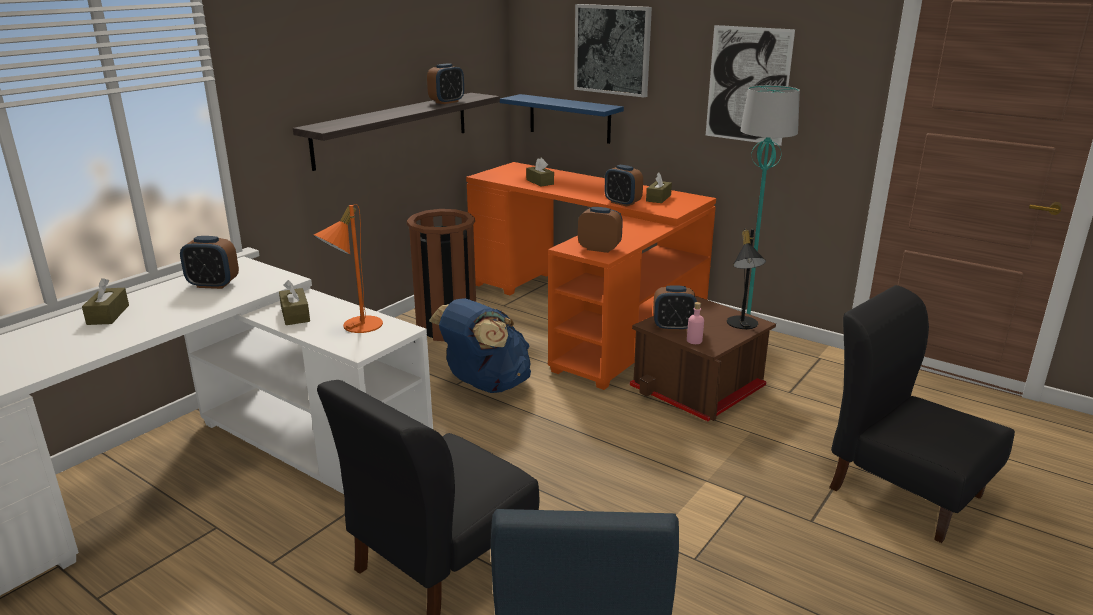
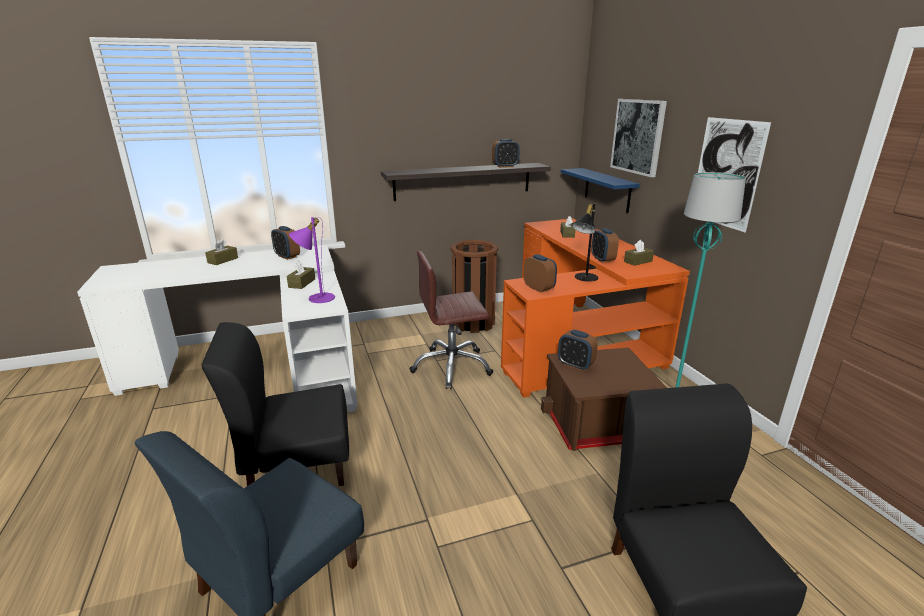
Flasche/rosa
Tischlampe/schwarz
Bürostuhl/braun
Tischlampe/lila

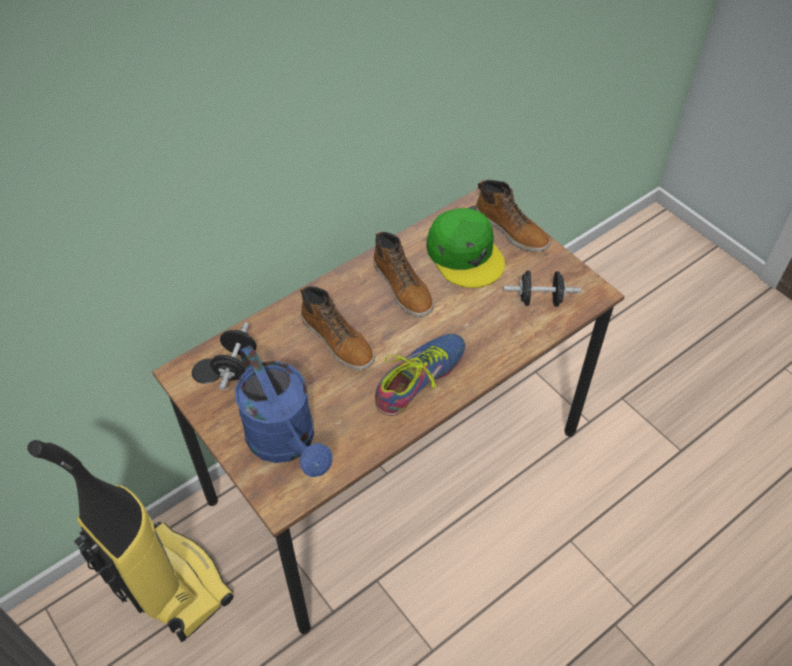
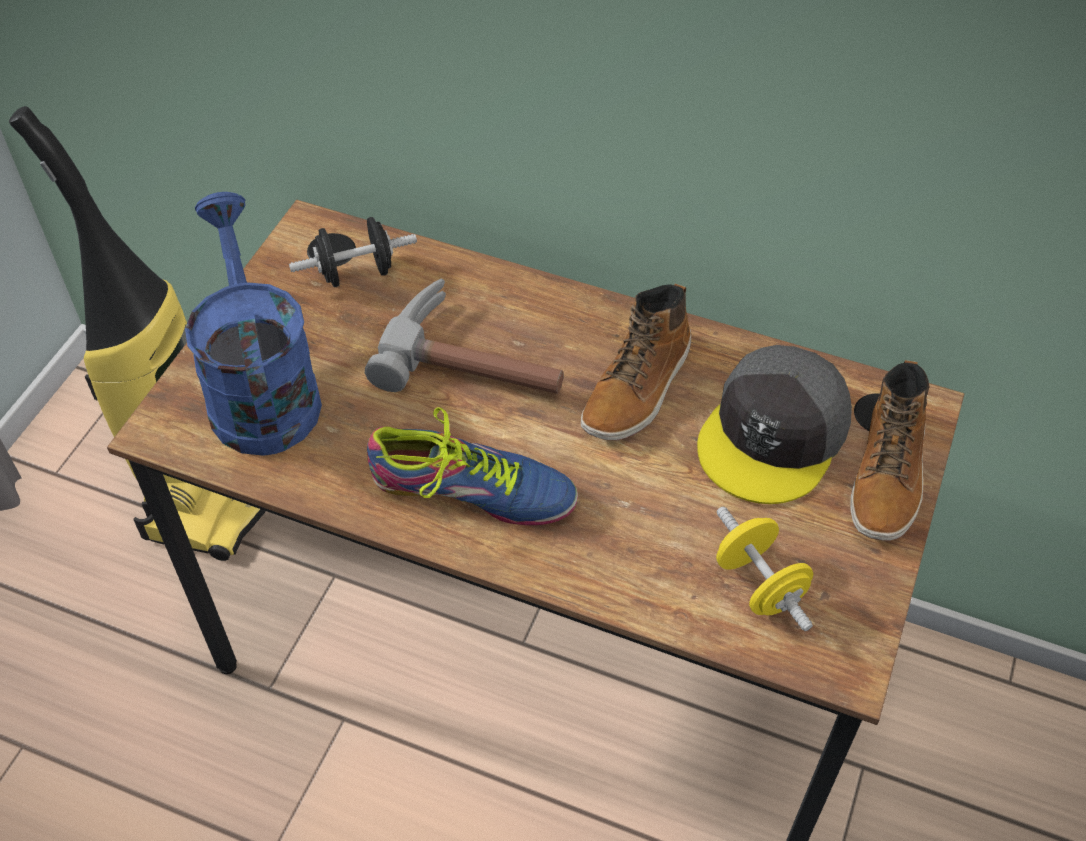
Hammer
Kappe/grau
Hantel/gelb
Gießkanne/blau

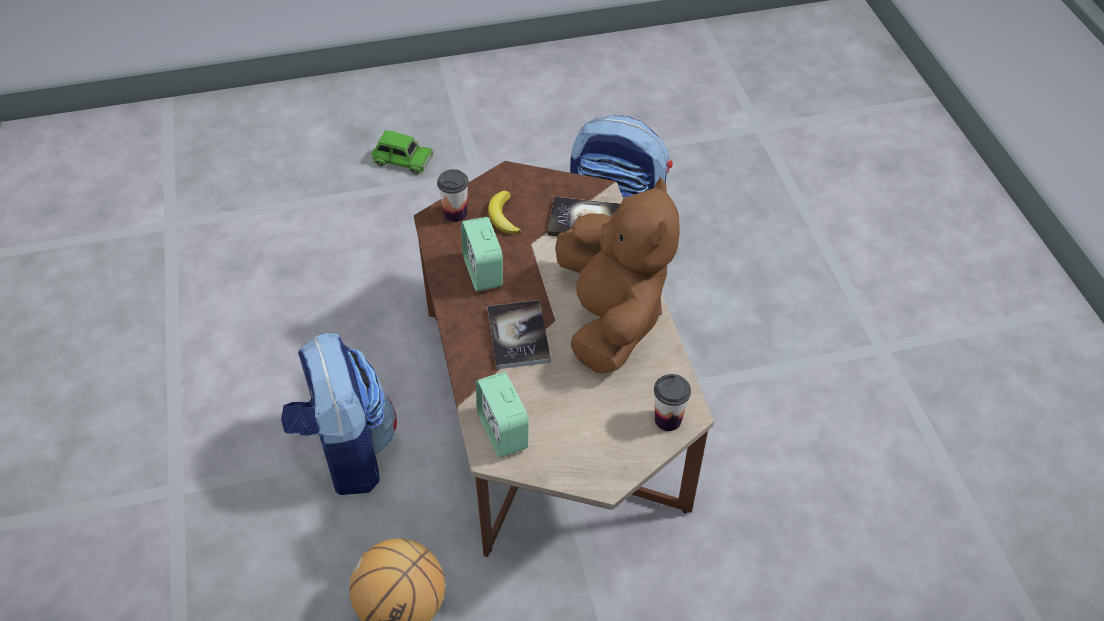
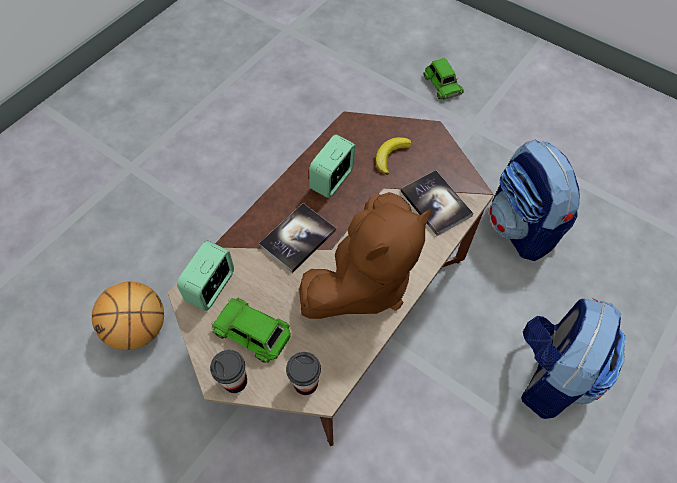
Spielzeugauto/grün (1st from left)
Rucksack (2nd from left)
Tasse (1st from left)

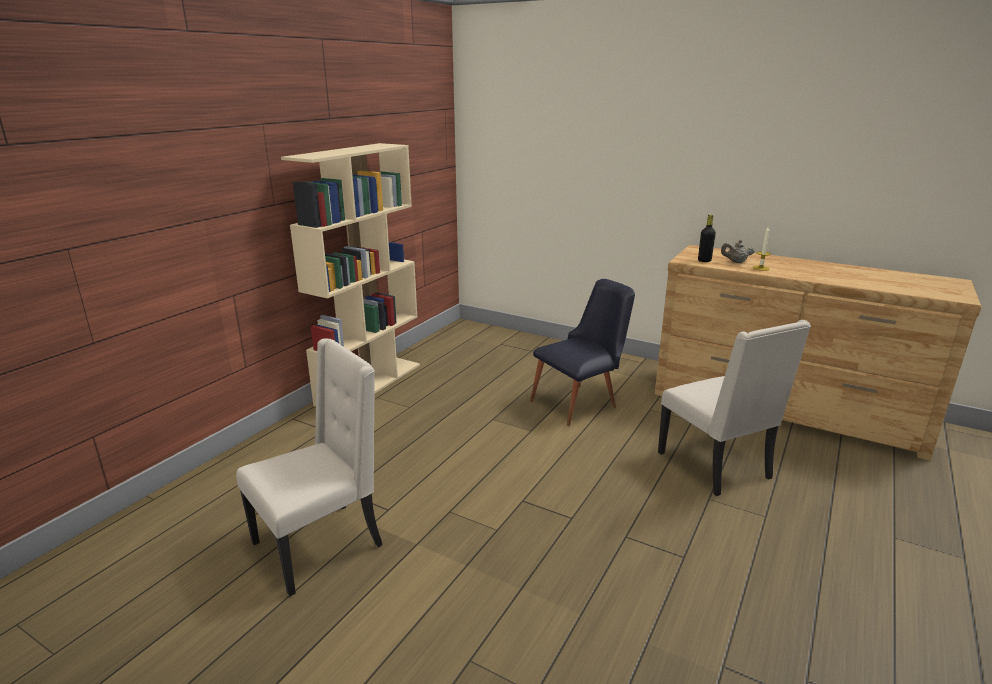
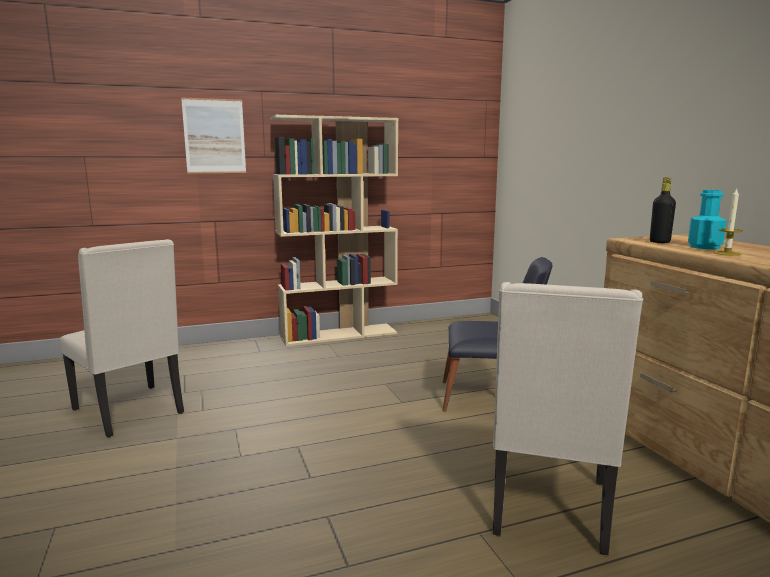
Bild
Flasche/türkis
Stuhl/beige (1st from left)

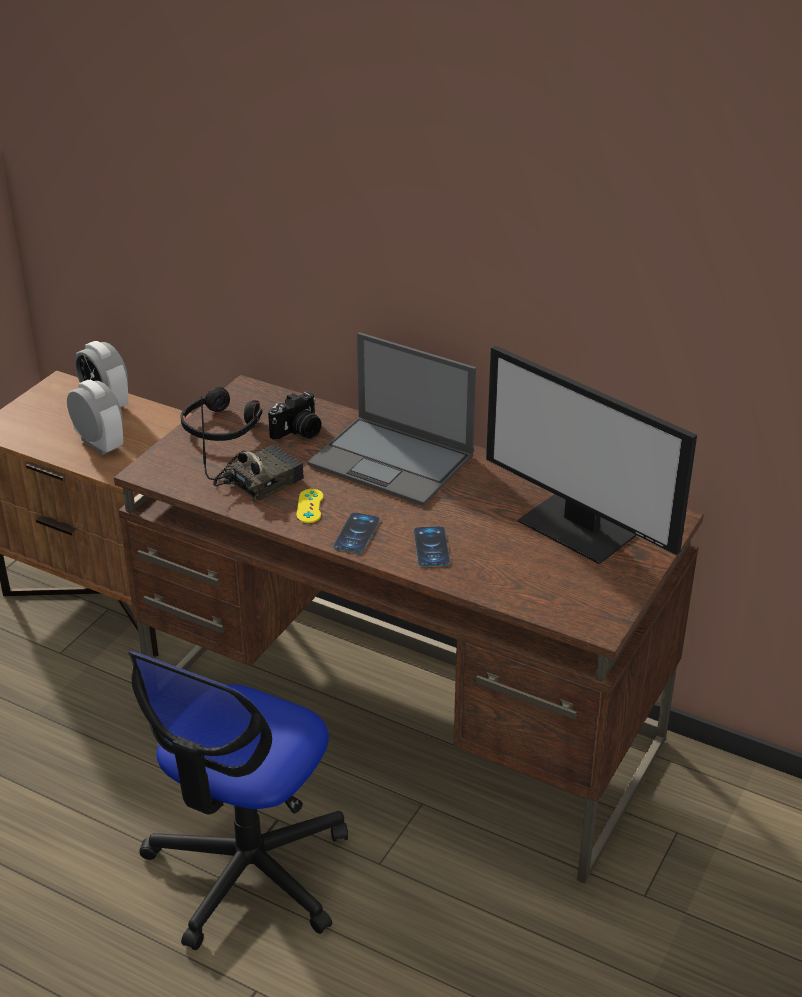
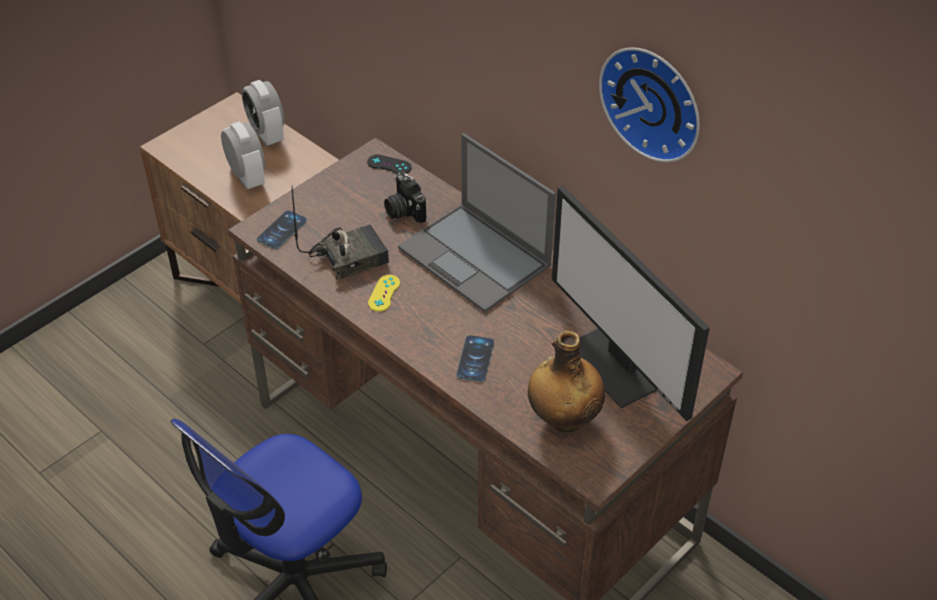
Kopfhörer/schwarz
Gamepad/schwarz
Flasche
Wanduhr
Handy (1st from left)
Kamera

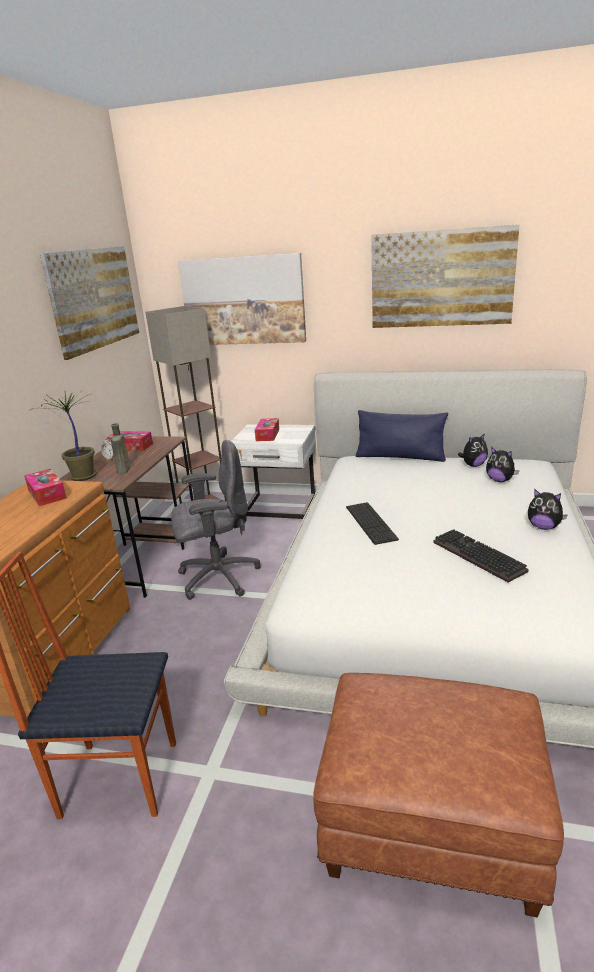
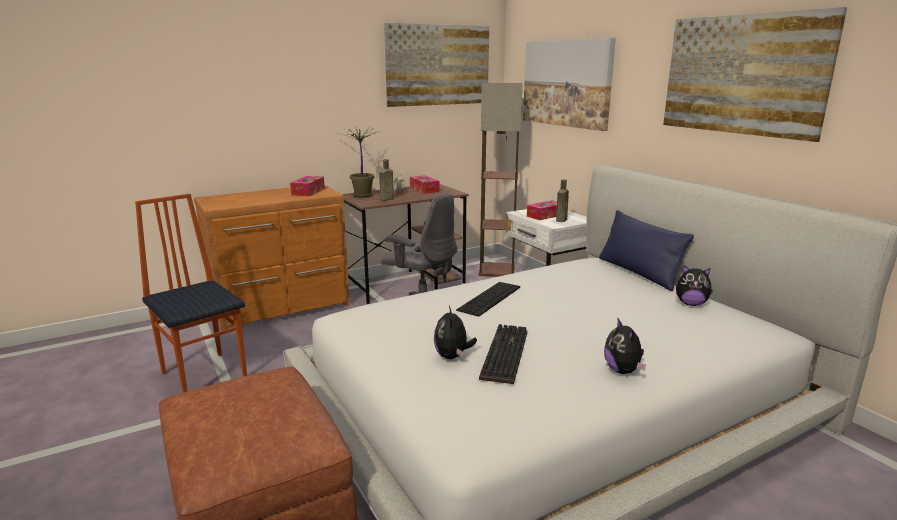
Flasche/braun (2nd from left)
Plüschtier (1st from left)

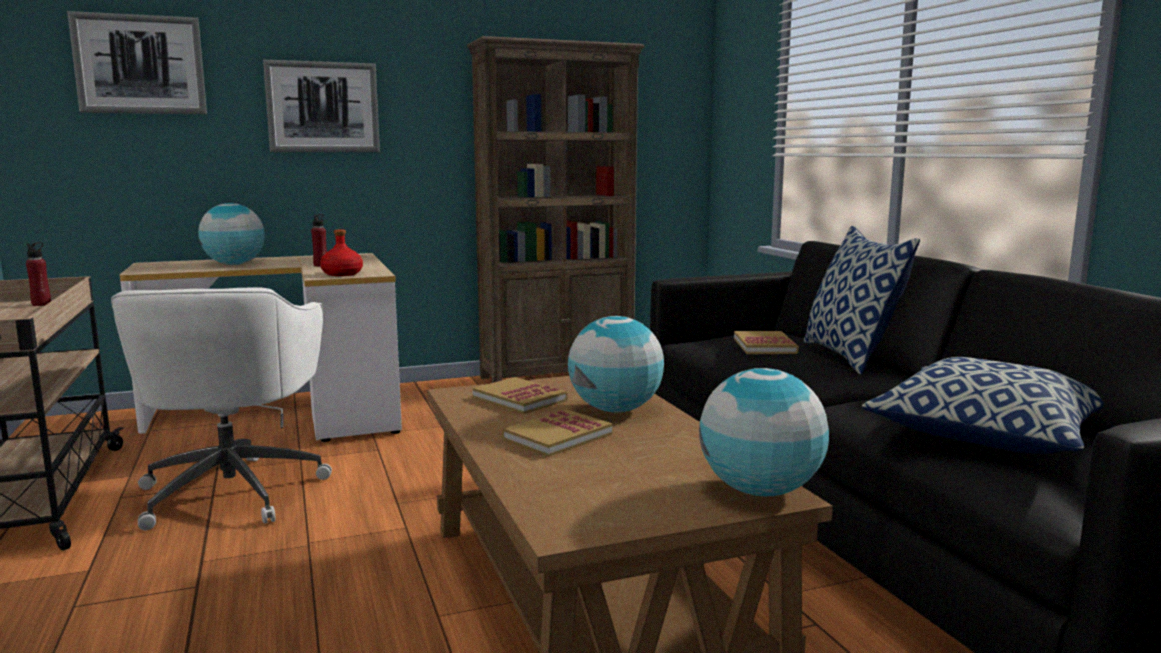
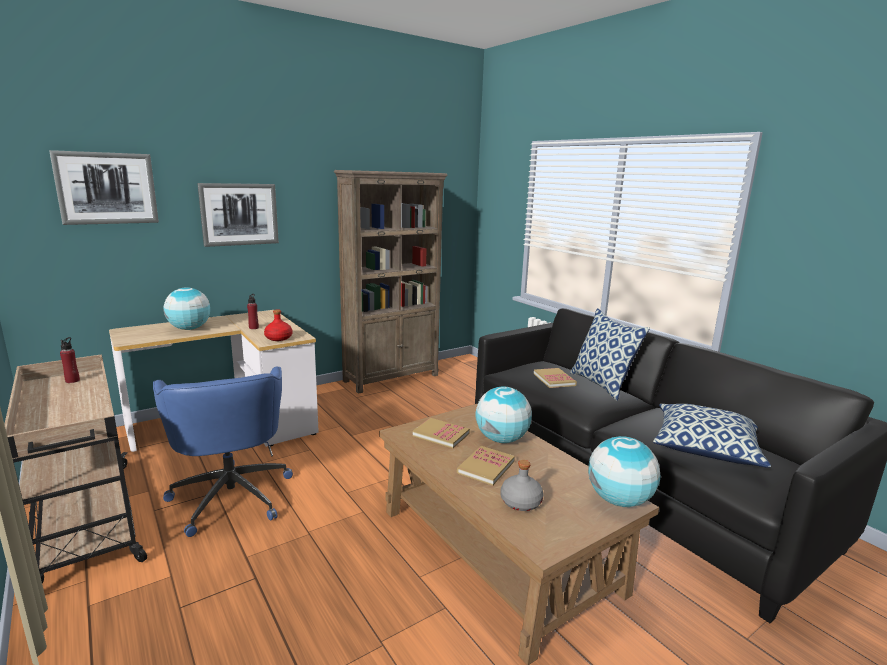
Flasche/grau
Bürostuhl/blau

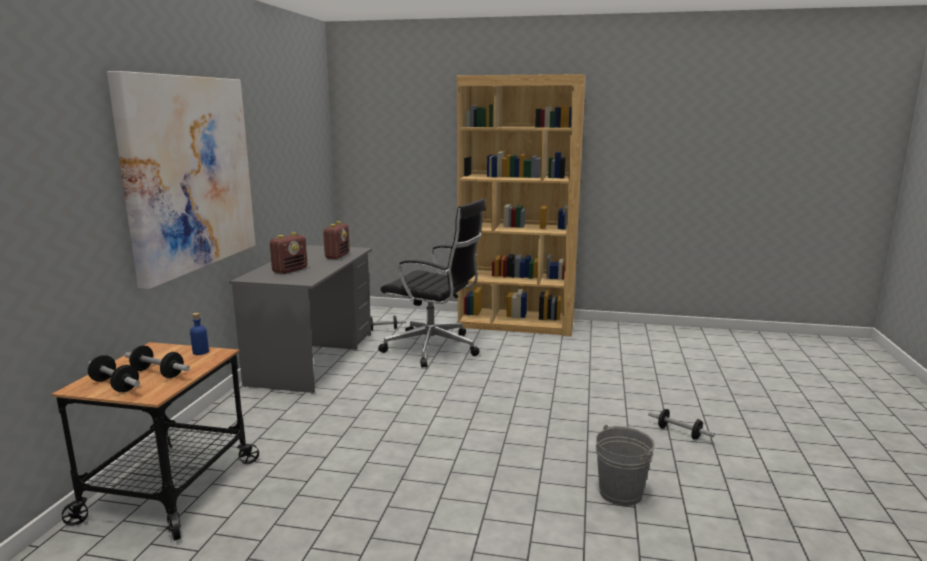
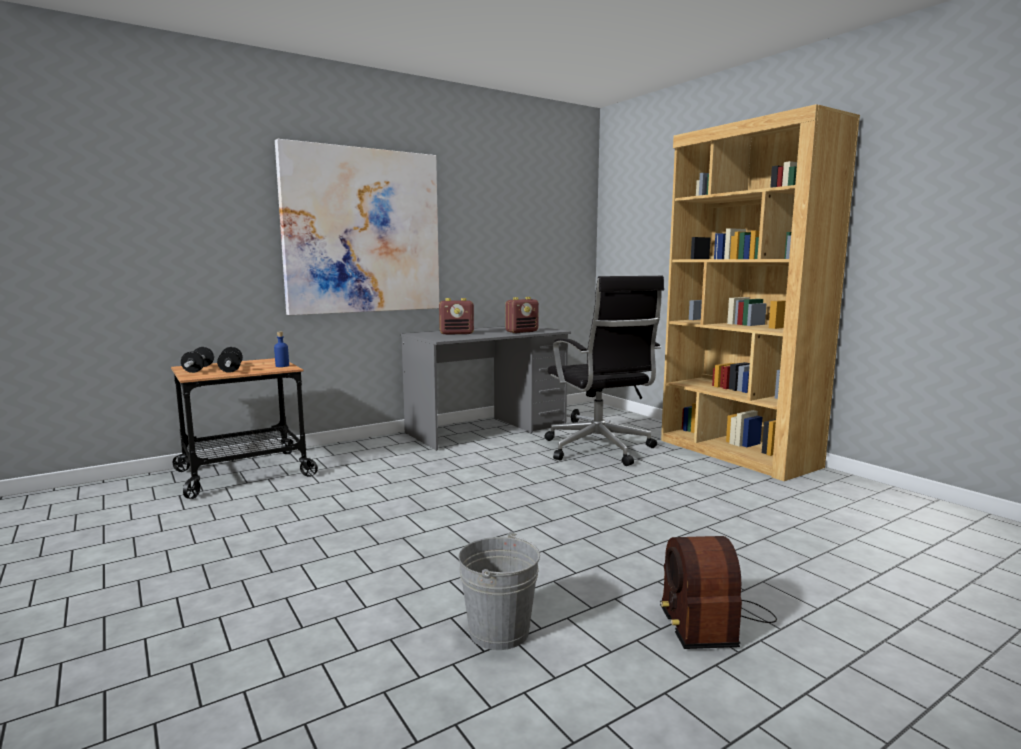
Radio (3rd from left)

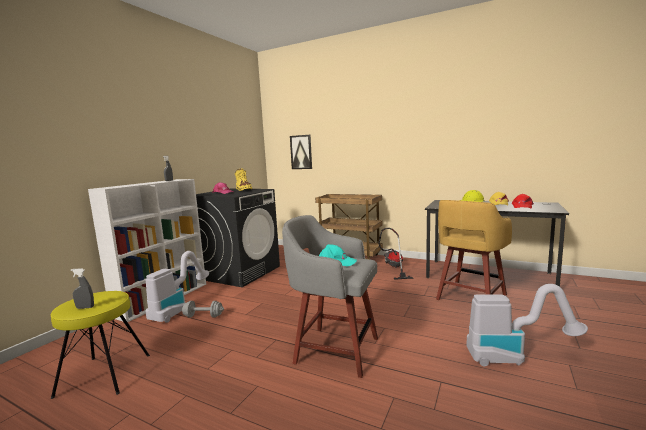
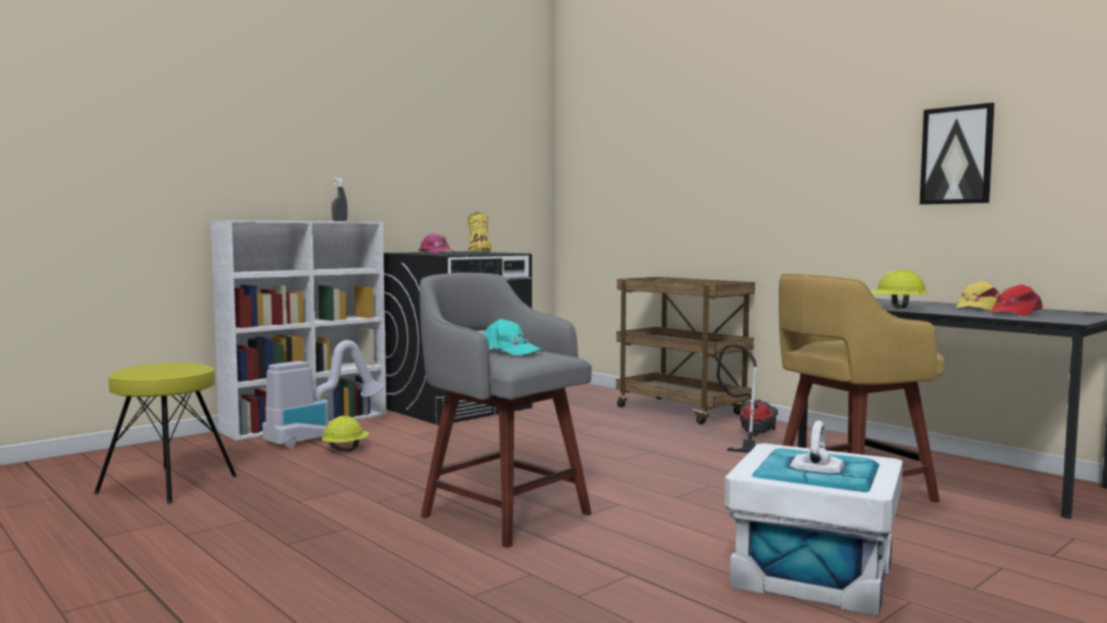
Sprühflasche/grau (1st from left in the first image)
Bild
Schutzhelm/gelb (1st from left)
Aufbewahrungsbox/weiß

